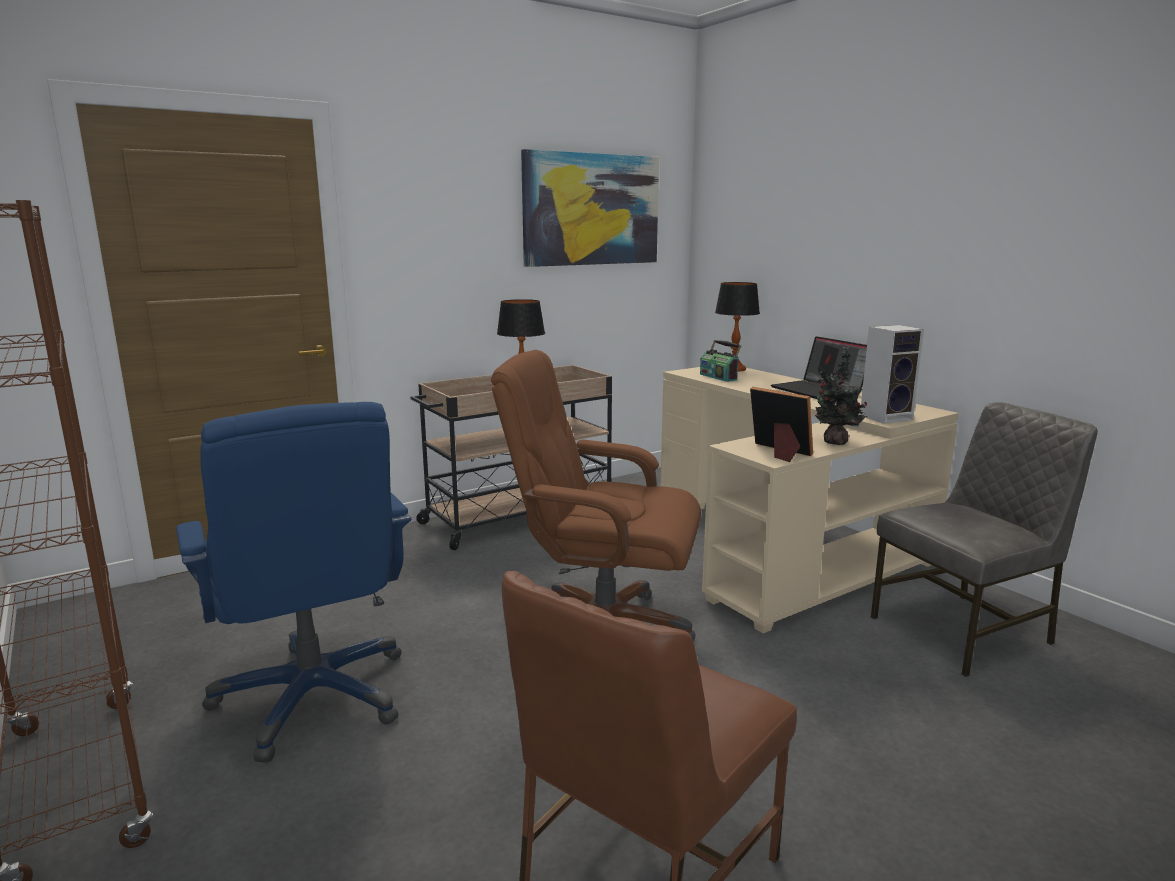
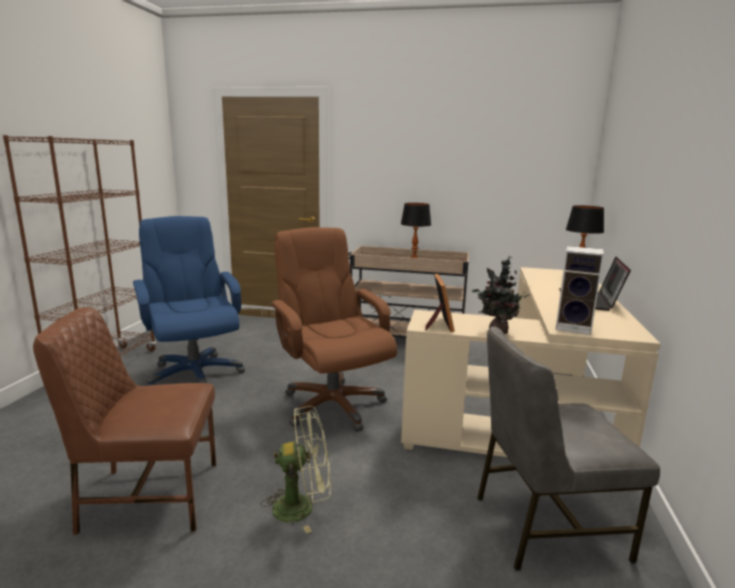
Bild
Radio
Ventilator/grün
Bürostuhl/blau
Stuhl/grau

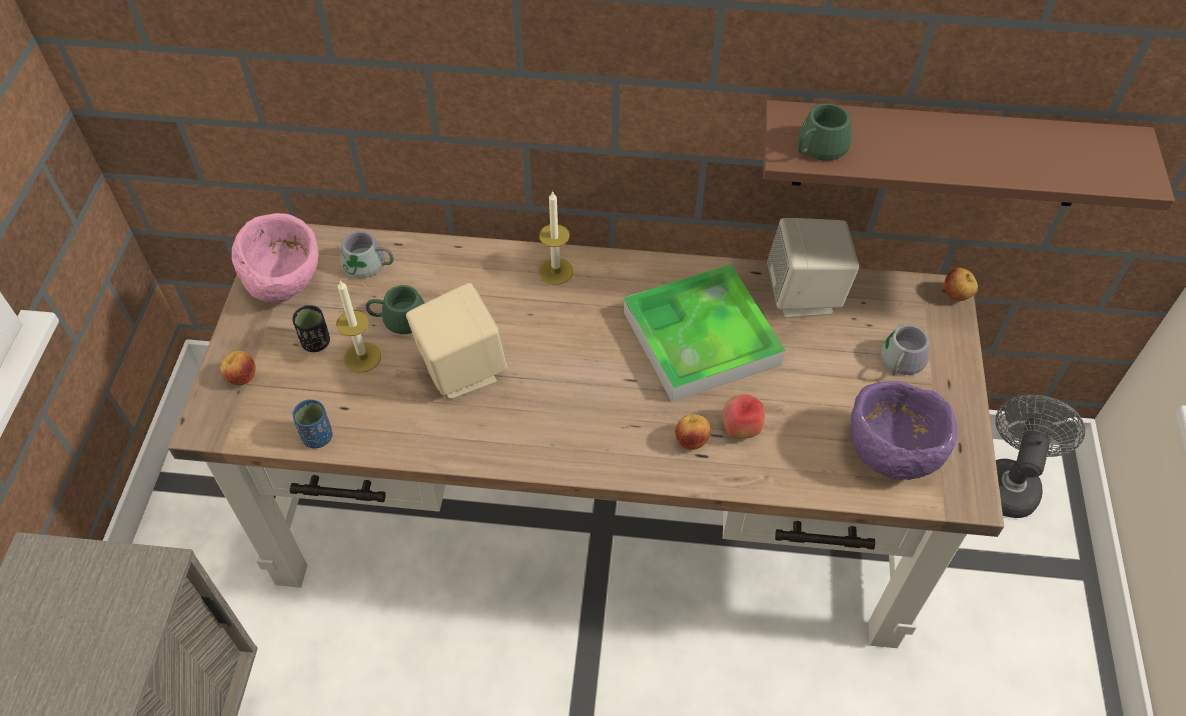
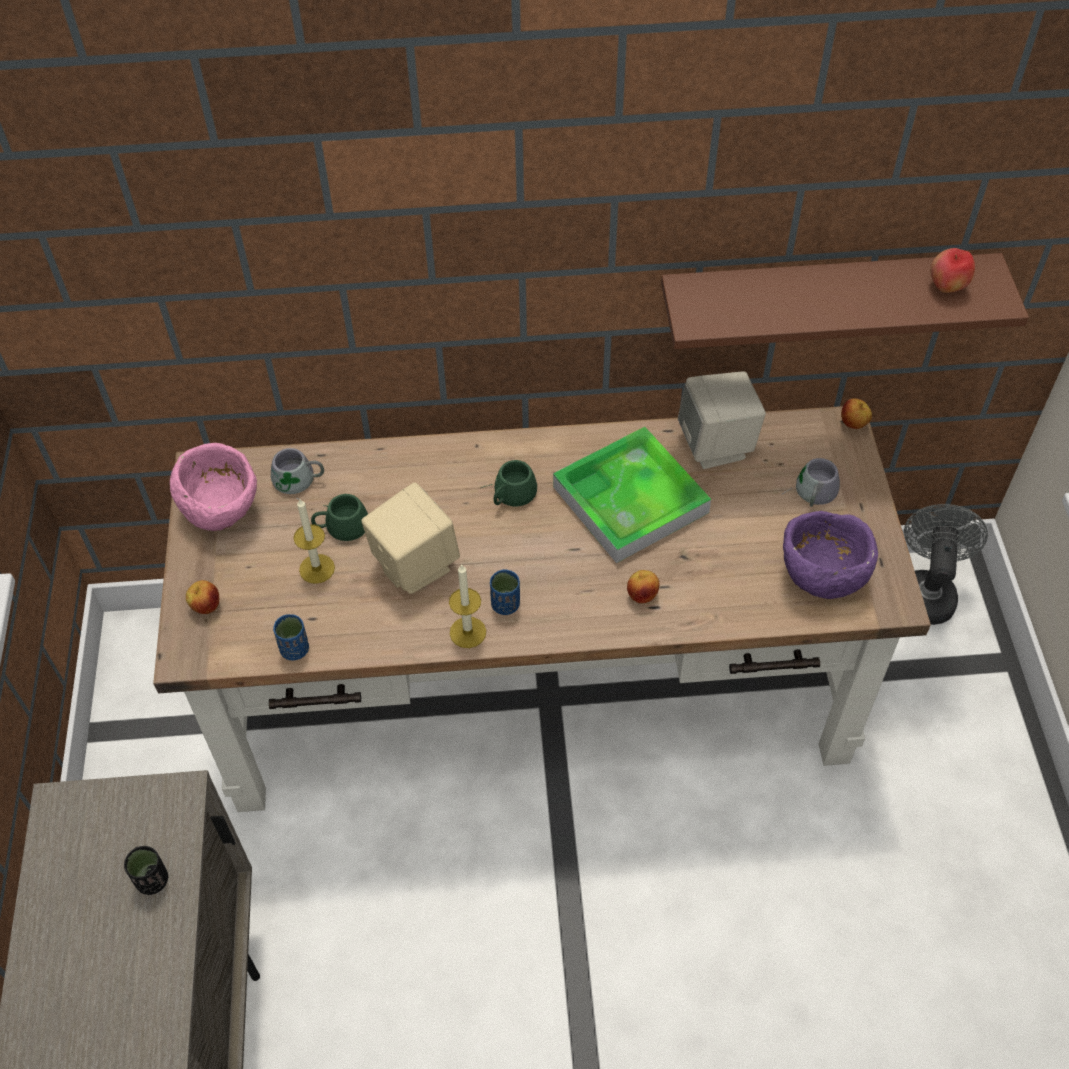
Tasse/blau (2nd from left)
Tasse/schwarz
Kerze (2nd from left)
Apfel (4th from left)
Henkelbecher/grün (2nd from left)

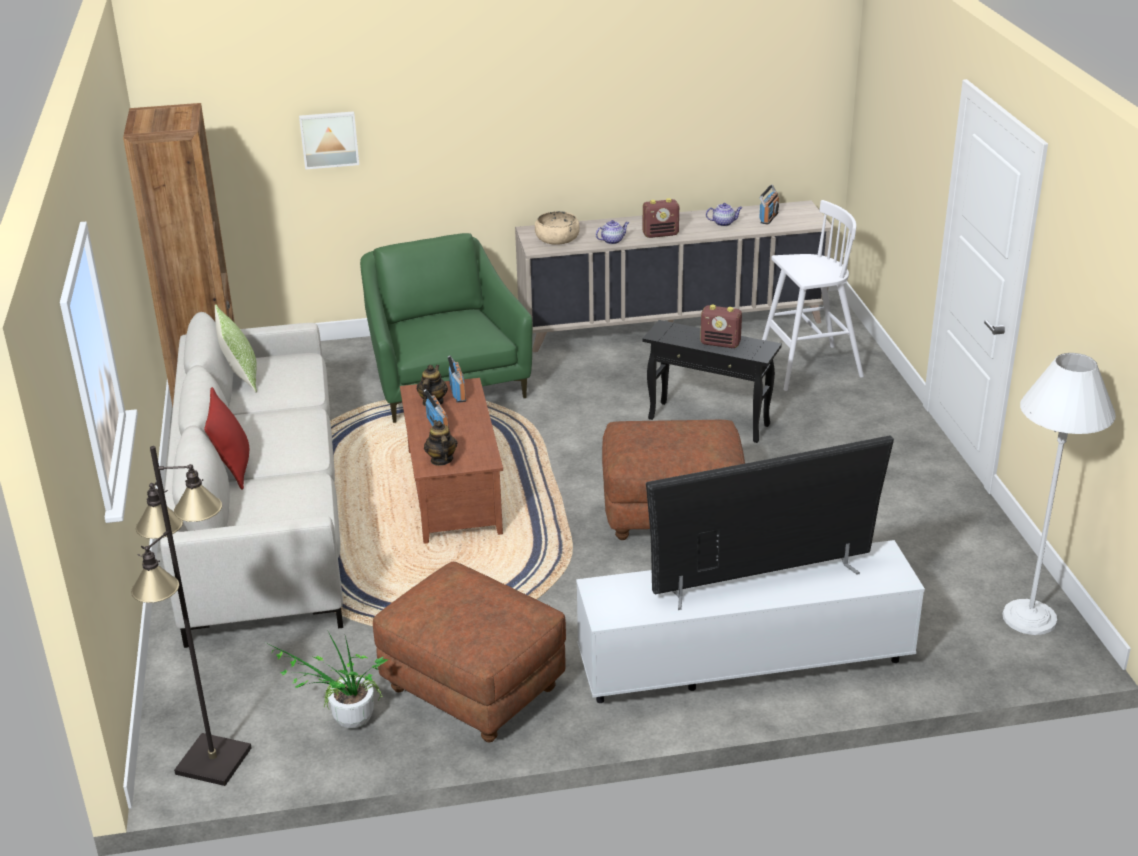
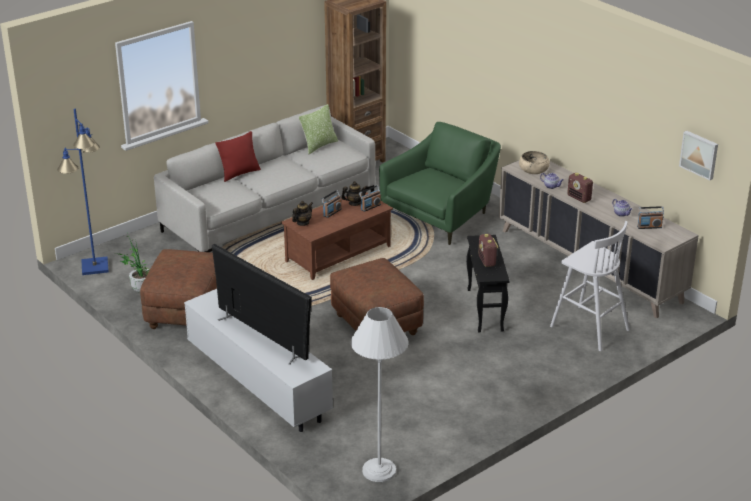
Bild
Stehlampe/blau

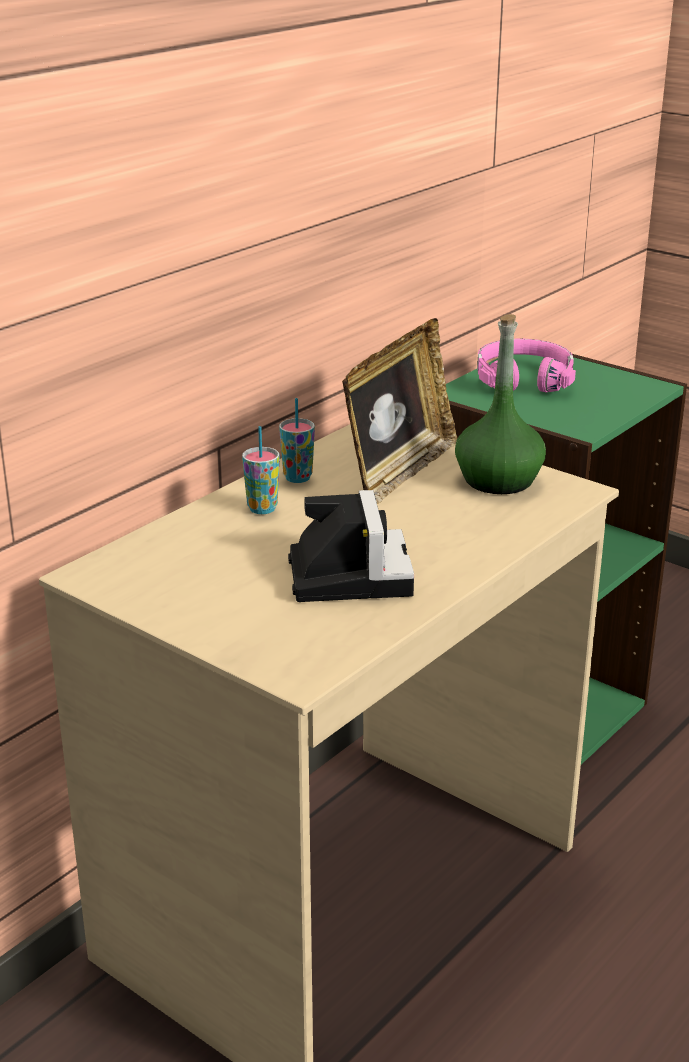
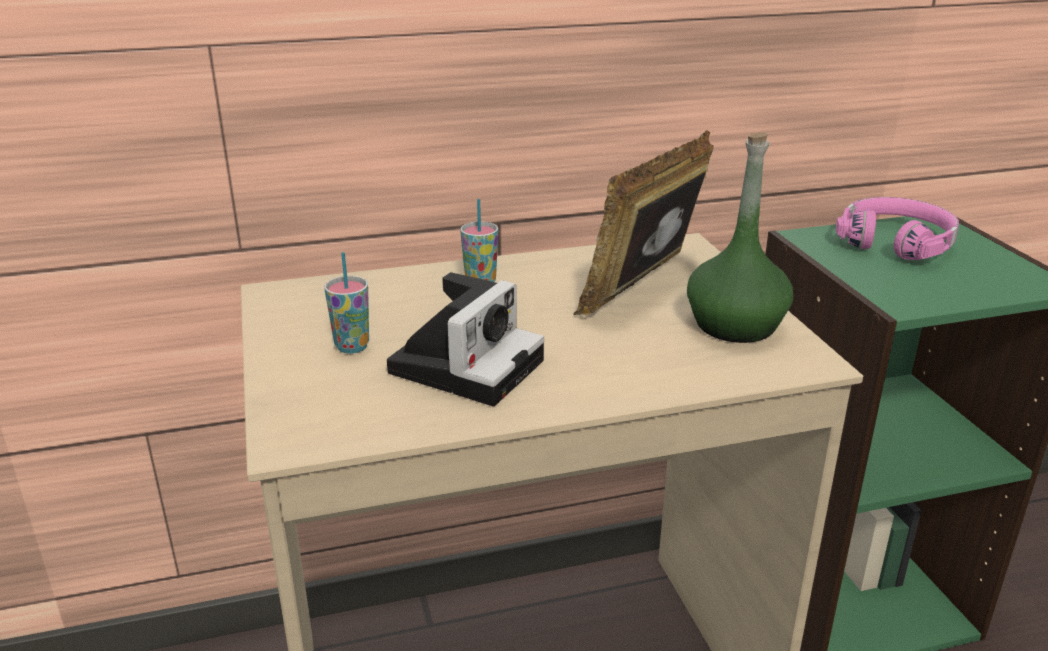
Tasse (1st from left)
Bilderrahmen

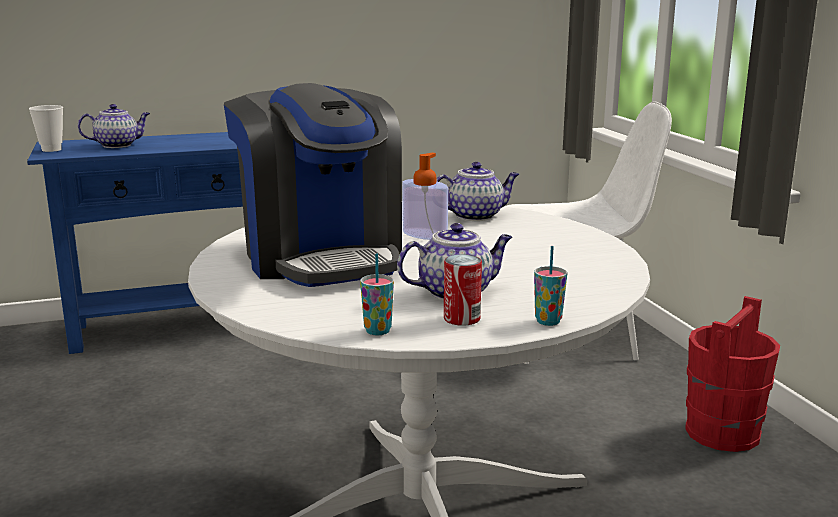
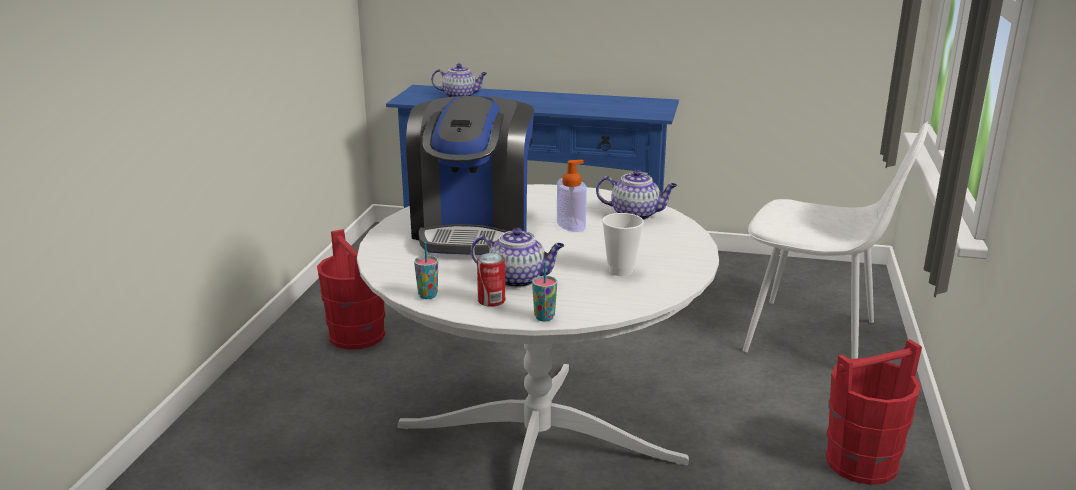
Eimer/rot (1st from left)
Tasse (3rd from left)

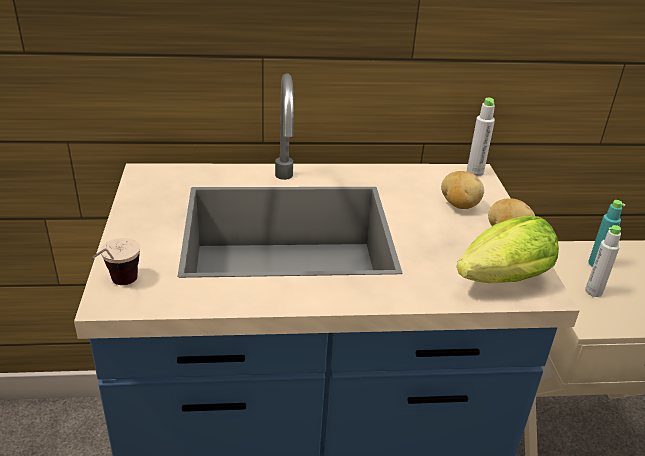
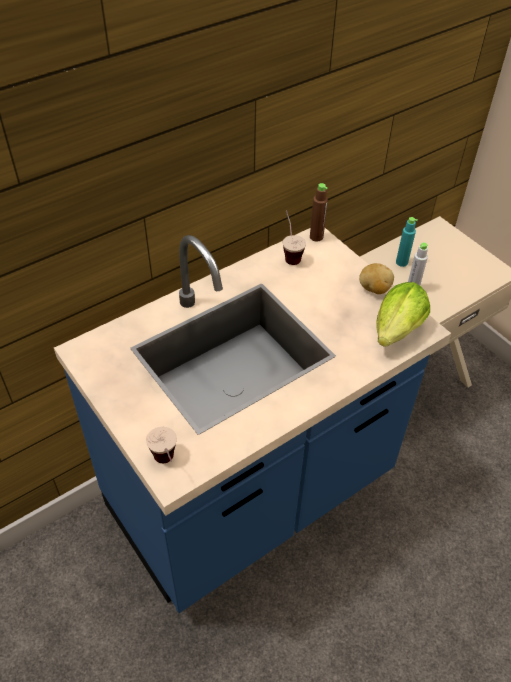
Kartoffel (1st from left in the first image)
Tasse (2nd from left)
Flasche/braun

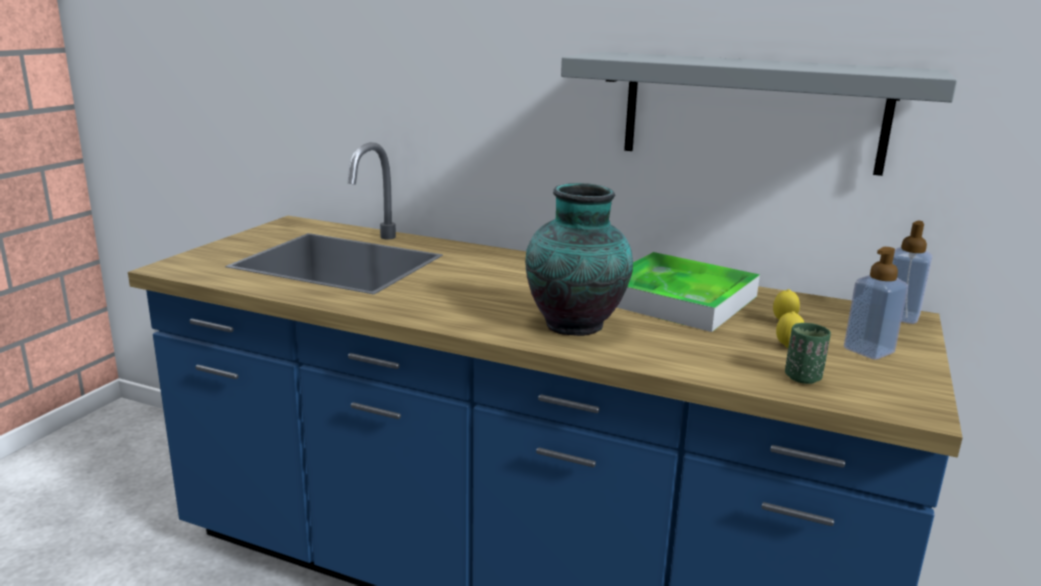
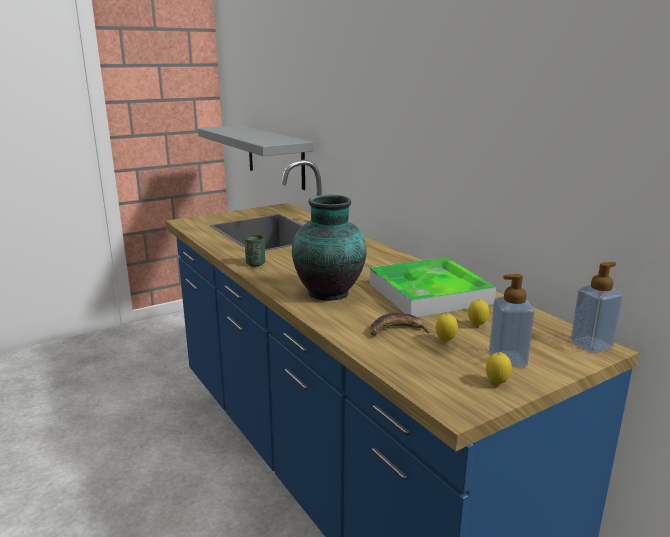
Banane
Zitrone (3rd from left)
Wandregal/grau
Tasse/grün

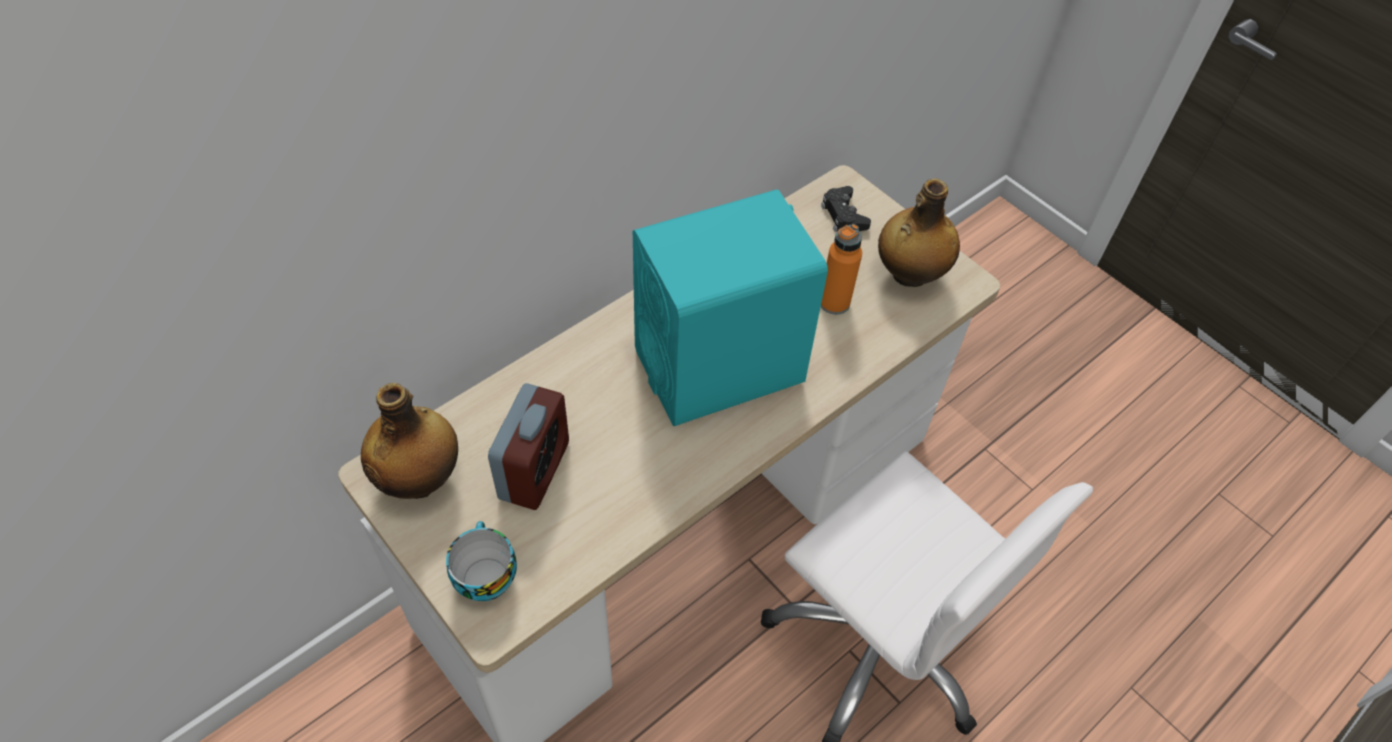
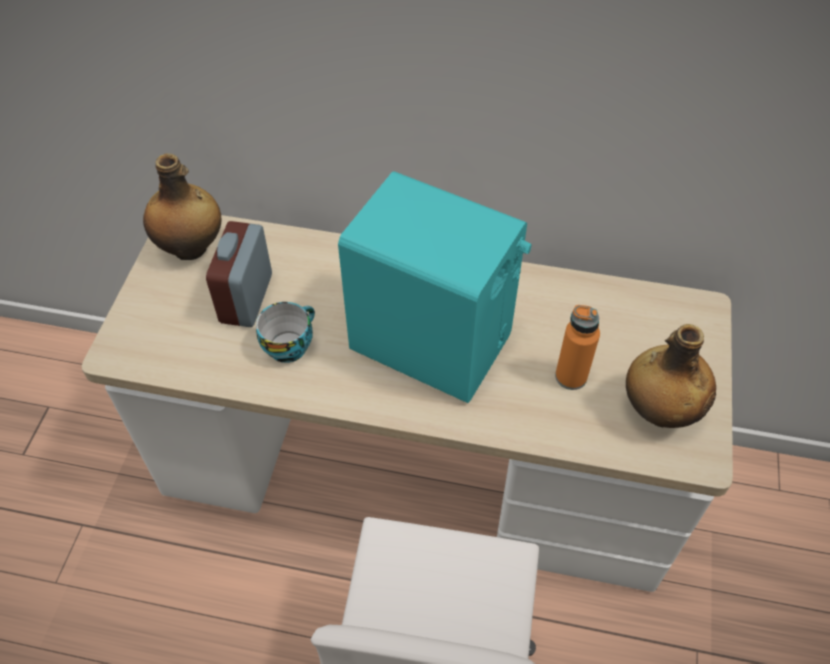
Gamepad/schwarz
Tasse
Wecker

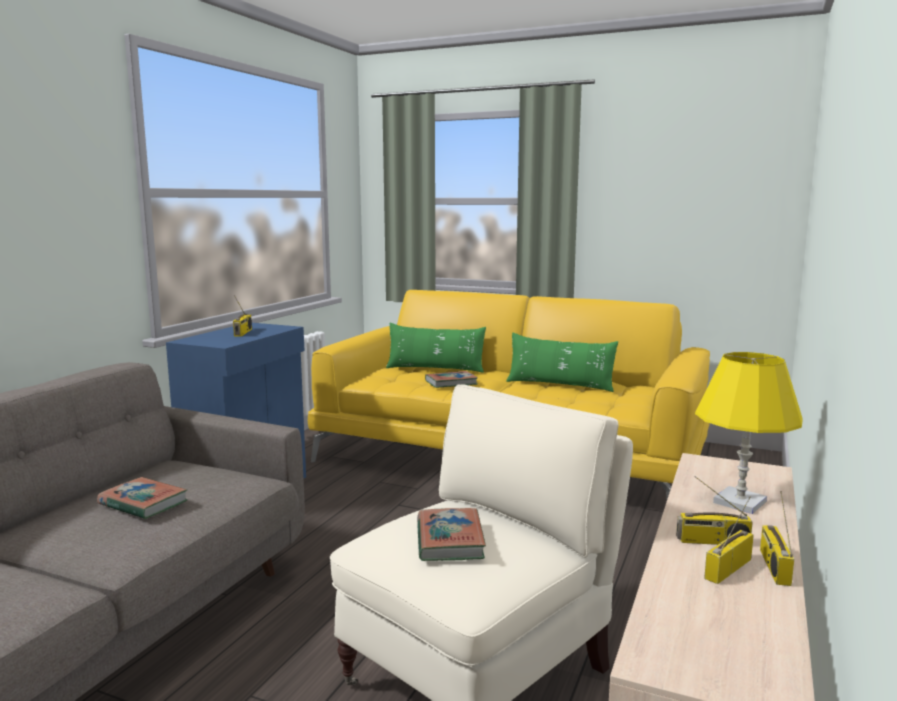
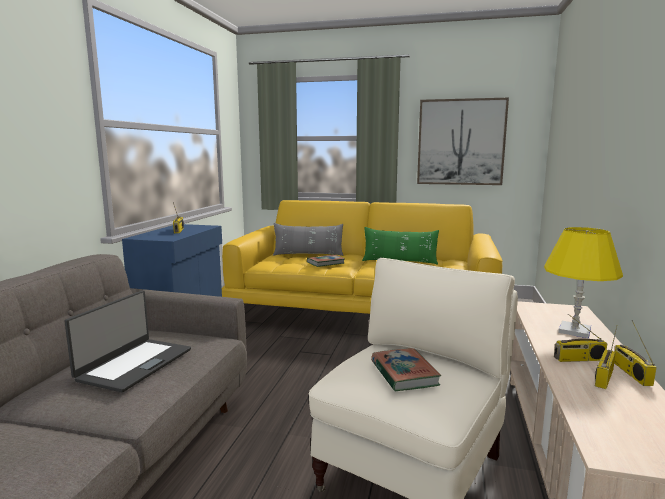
Bild
Laptop
Kissen/grau

